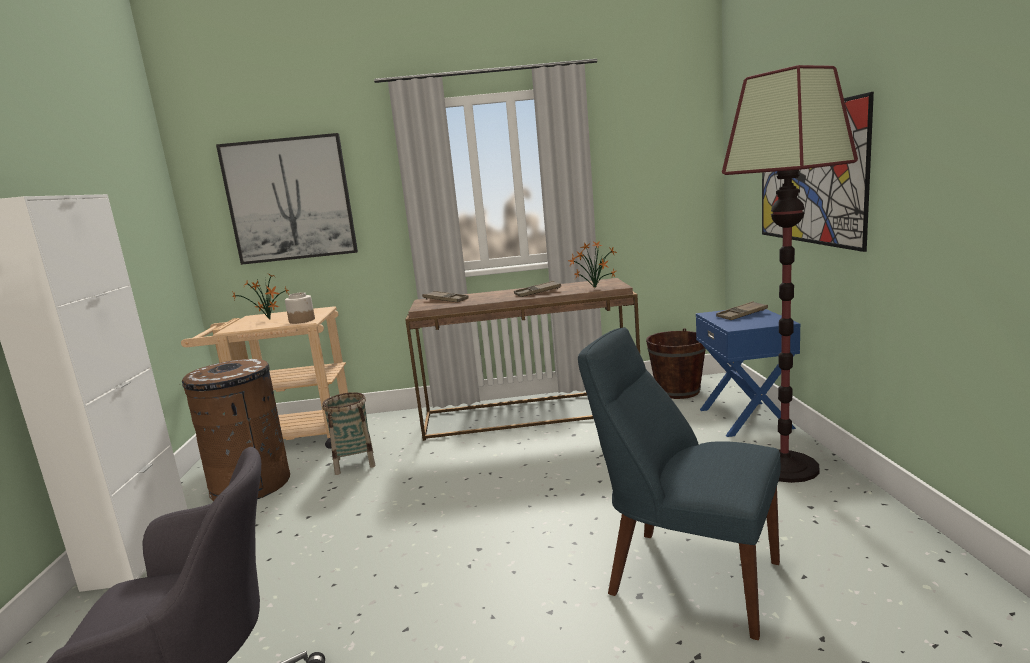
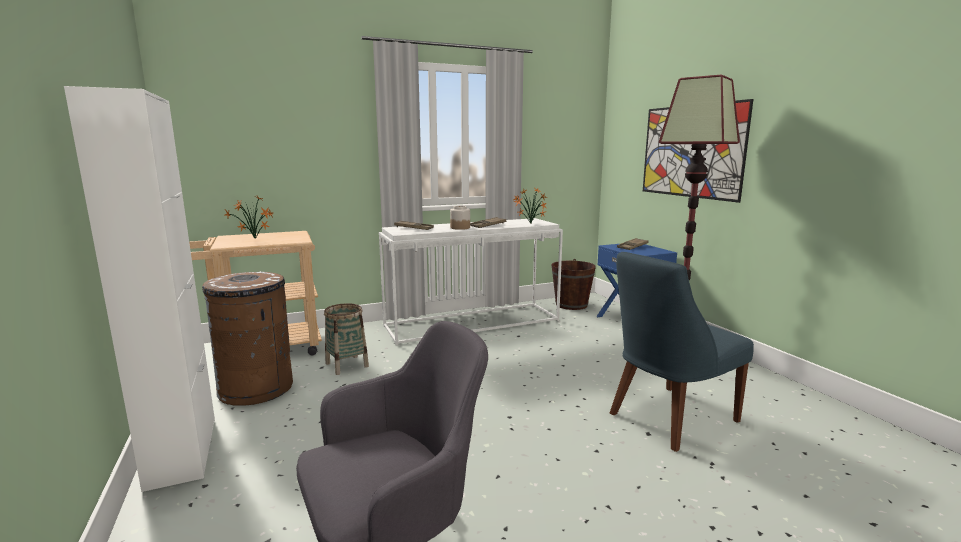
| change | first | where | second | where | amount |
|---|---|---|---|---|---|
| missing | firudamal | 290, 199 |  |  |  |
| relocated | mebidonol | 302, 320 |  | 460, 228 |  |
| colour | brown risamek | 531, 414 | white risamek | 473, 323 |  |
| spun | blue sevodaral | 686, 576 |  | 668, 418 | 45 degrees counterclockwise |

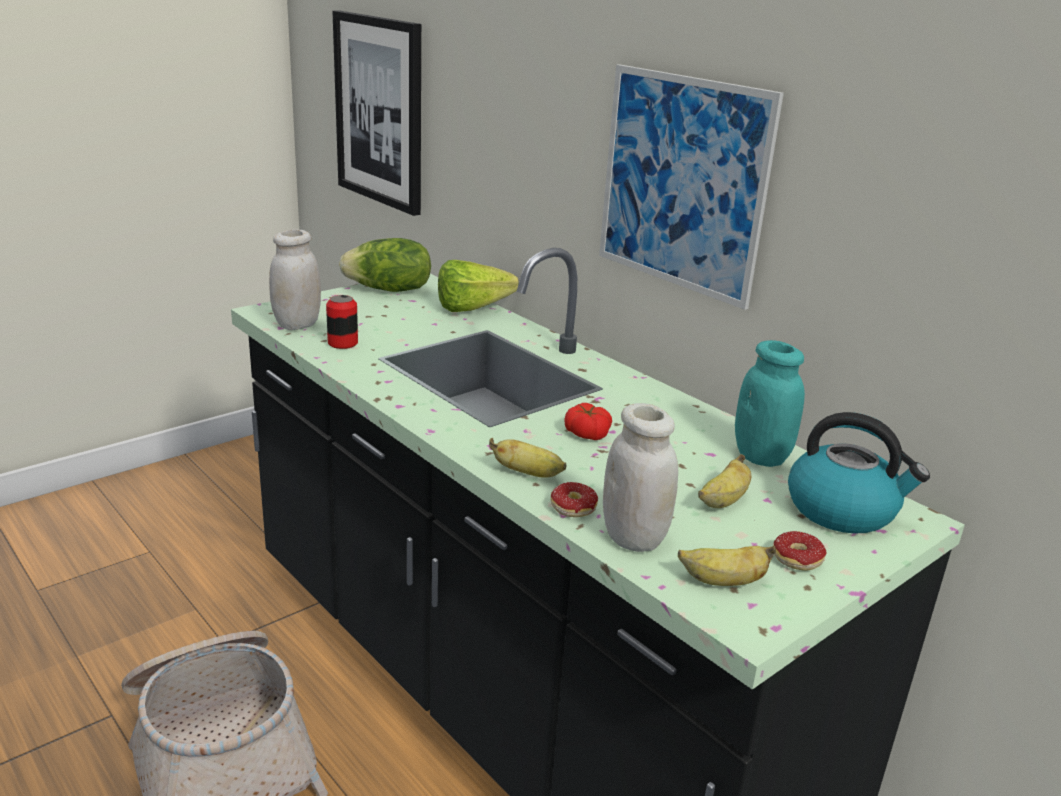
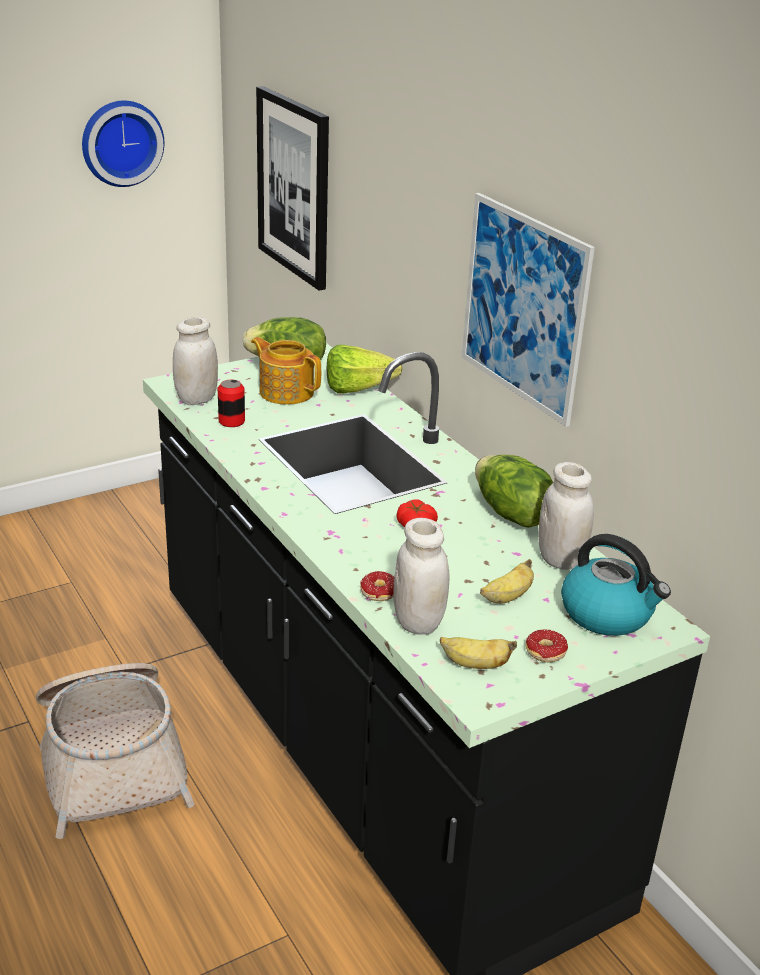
| change | first | where | second | where | amount |
|---|---|---|---|---|---|
| missing | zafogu | 528, 474 |  |  |  |
| appeared |  |  | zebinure | 120, 142 |  |
| appeared |  |  | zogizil | 286, 392 |  |
| appeared |  |  | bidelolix | 511, 514 |  |
| colour | turquoise mebidonol | 761, 456 | white mebidonol | 560, 559 |  |

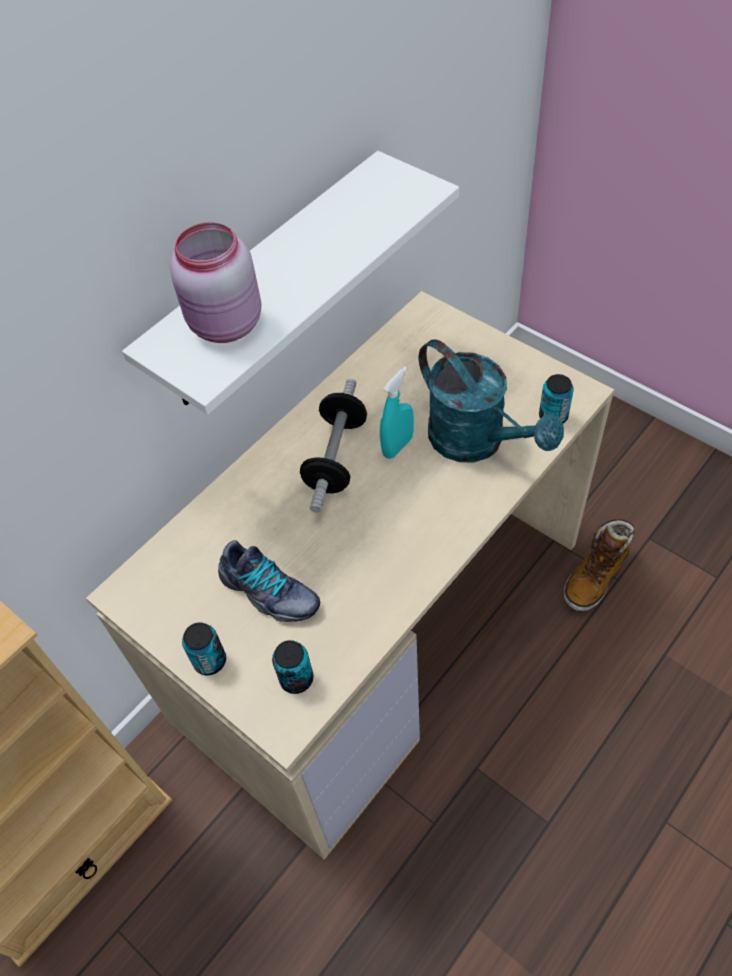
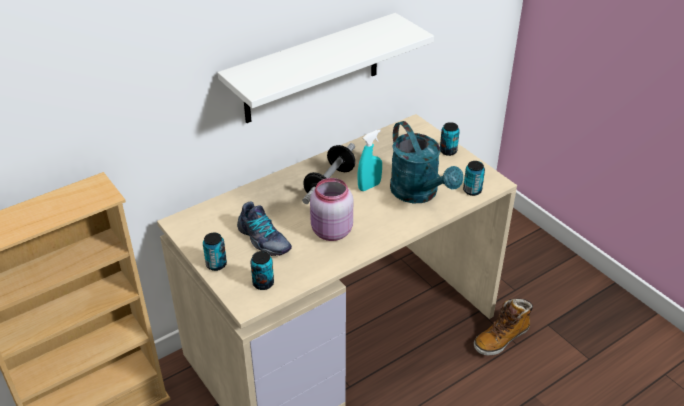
| change | first | where | second | where | amount |
|---|---|---|---|---|---|
| appeared |  |  | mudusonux | 448, 151 |  |
| relocated | pink mebidonol | 225, 326 |  | 331, 232 |  |

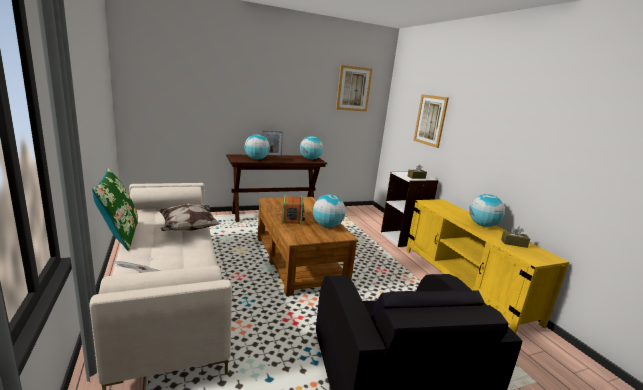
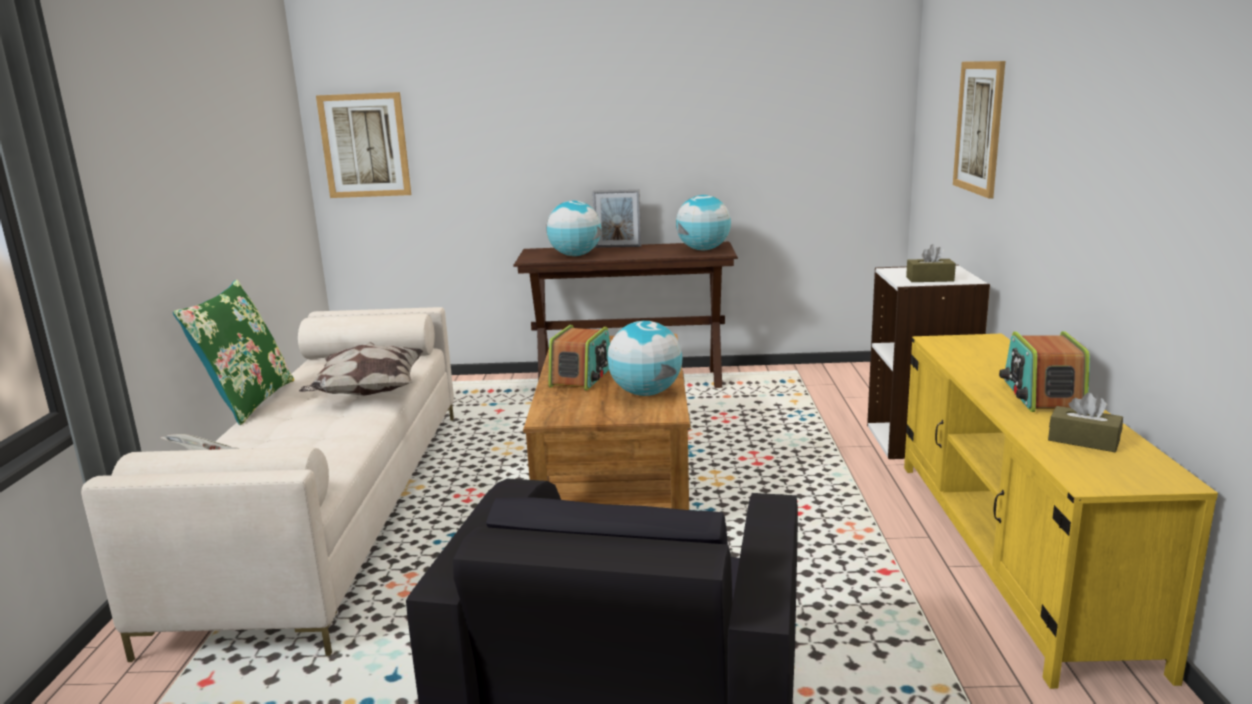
| change | first | where | second | where | amount |
|---|---|---|---|---|---|
| relocated | firudamal | 353, 89 |  | 365, 145 |  |
| exchanged | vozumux | 483, 225 | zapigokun | 1042, 396 |  |

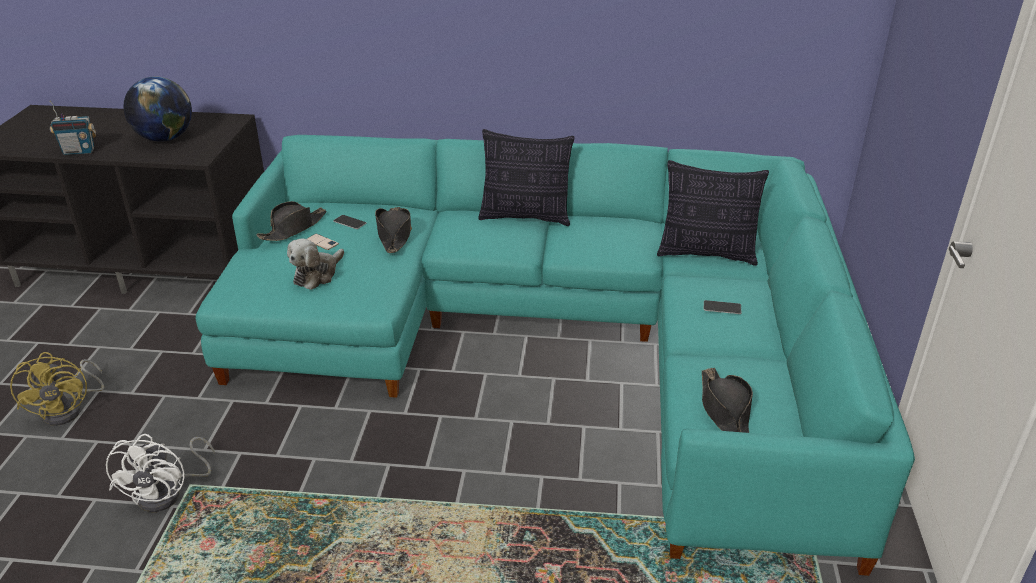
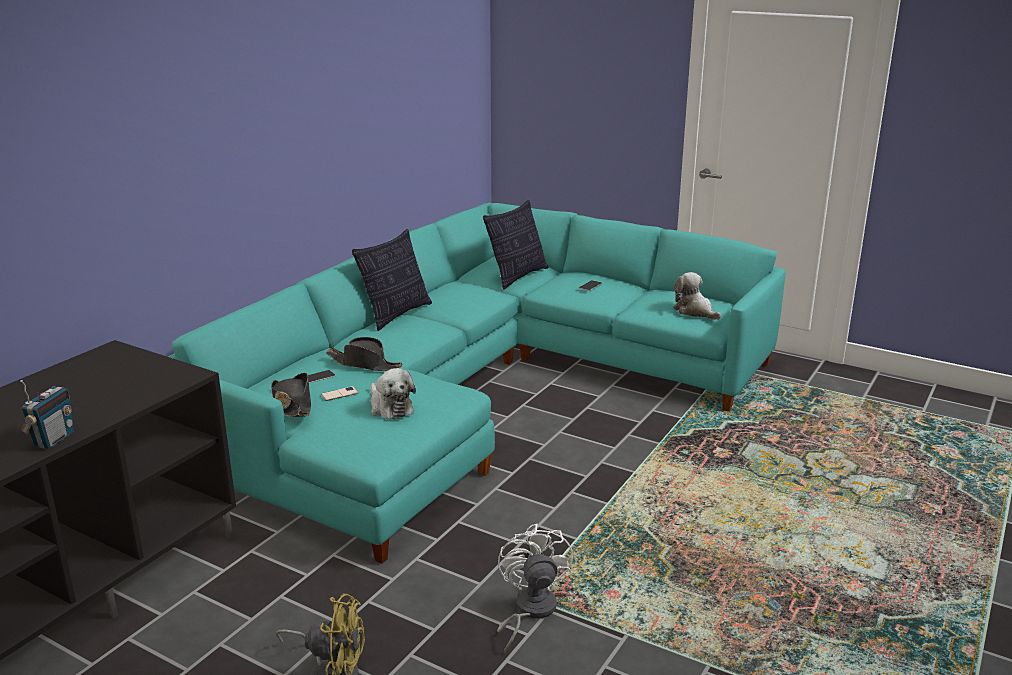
| change | first | where | second | where | amount |
|---|---|---|---|---|---|
| missing | vozumux | 164, 138 |  |  |  |
| exchanged | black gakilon | 725, 412 | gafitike | 694, 311 |  |
| spun | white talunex | 169, 493 |  | 529, 611 | 120 degrees counterclockwise |

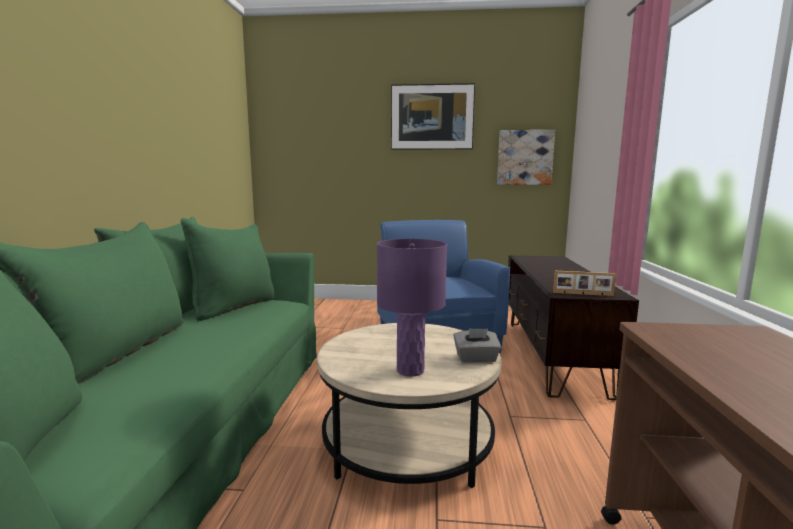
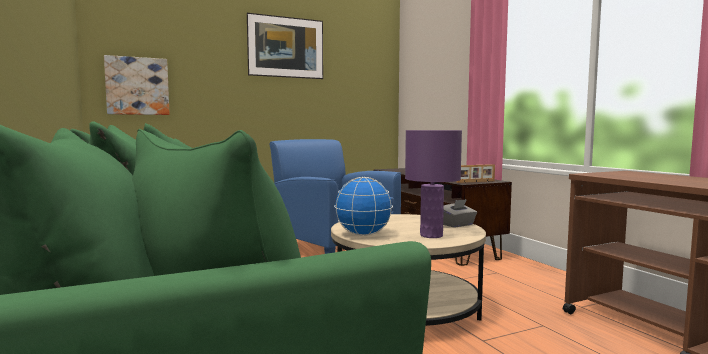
| change | first | where | second | where | amount |
|---|---|---|---|---|---|
| appeared |  |  | vozumux | 363, 234 |  |
| relocated | firudamal | 525, 157 |  | 137, 86 |  |

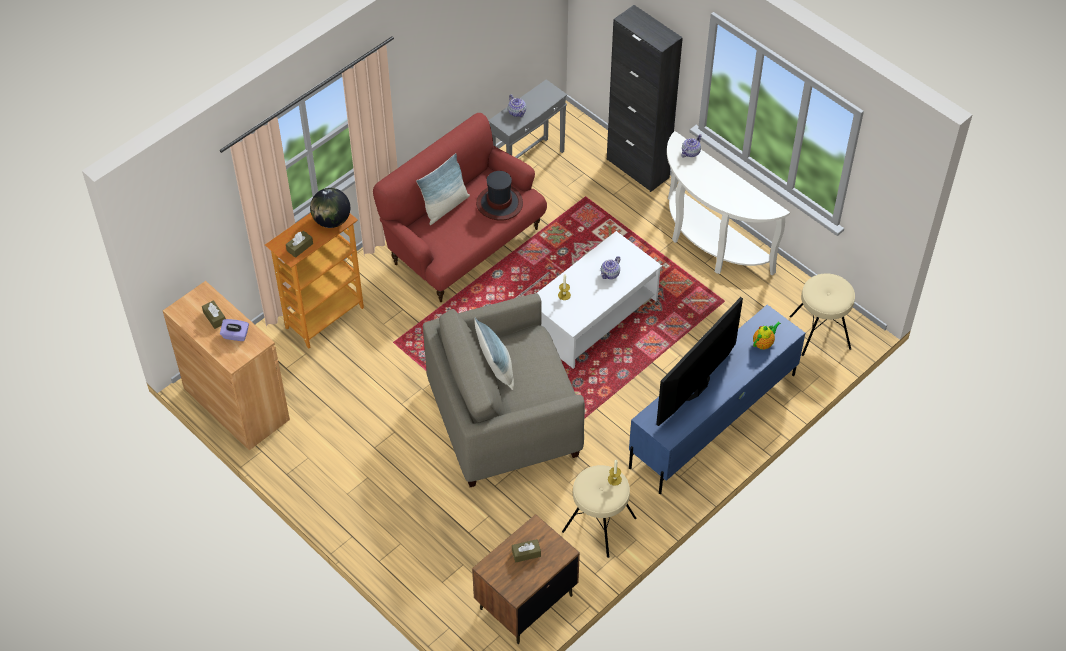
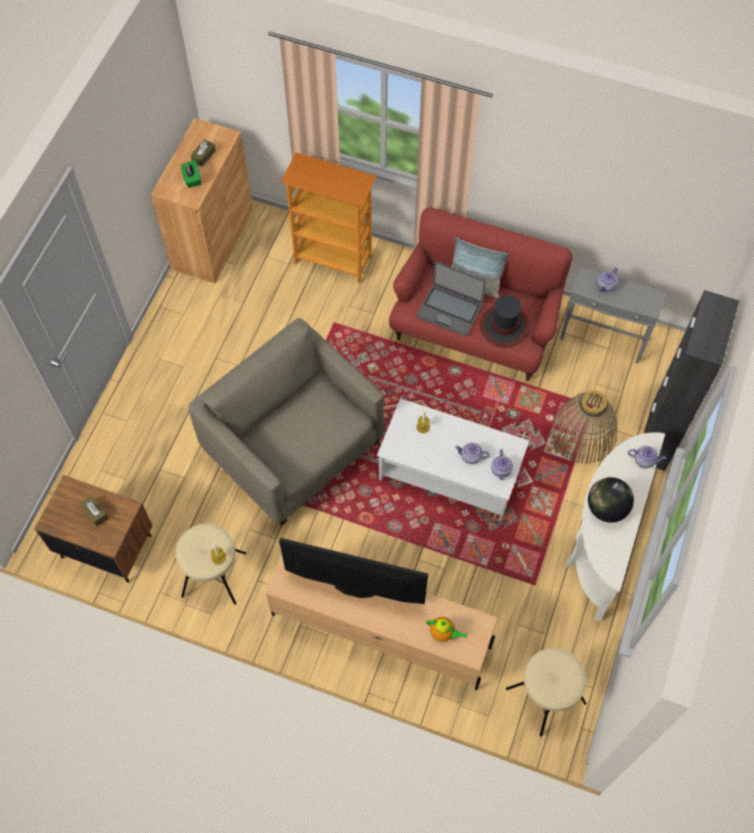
| change | first | where | second | where | amount |
|---|---|---|---|---|---|
| missing | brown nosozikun | 300, 247 |  |  |  |
| missing | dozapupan | 496, 369 |  |  |  |
| appeared |  |  | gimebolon | 450, 310 |  |
| appeared |  |  | zogizil | 501, 469 |  |
| appeared |  |  | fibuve | 583, 434 |  |
| relocated | vozumux | 332, 220 |  | 606, 508 |  |
| colour | purple nosozikun | 235, 335 | green nosozikun | 192, 179 |  |
| colour | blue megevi | 712, 421 | beige megevi | 379, 630 |  |

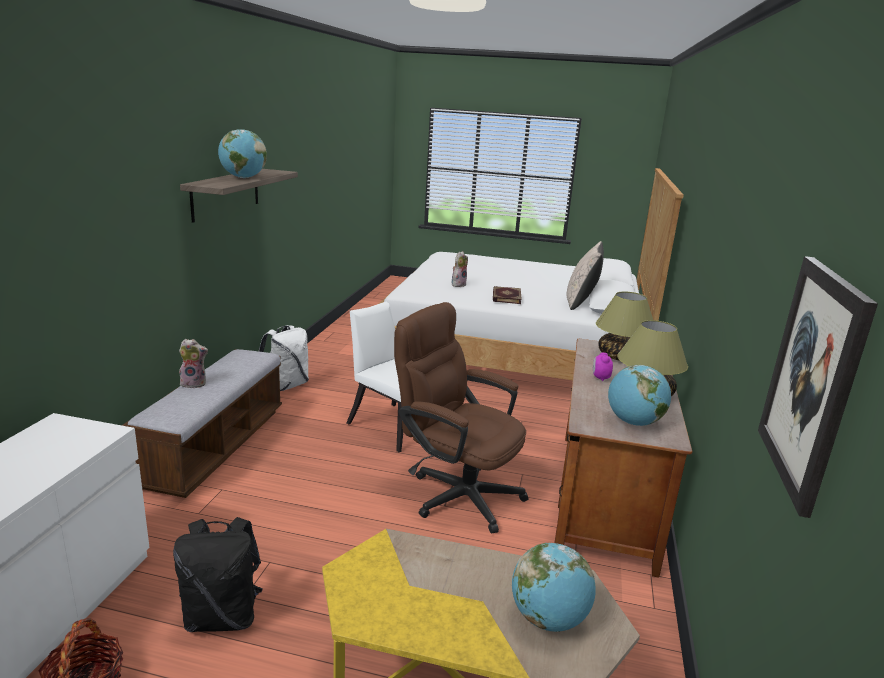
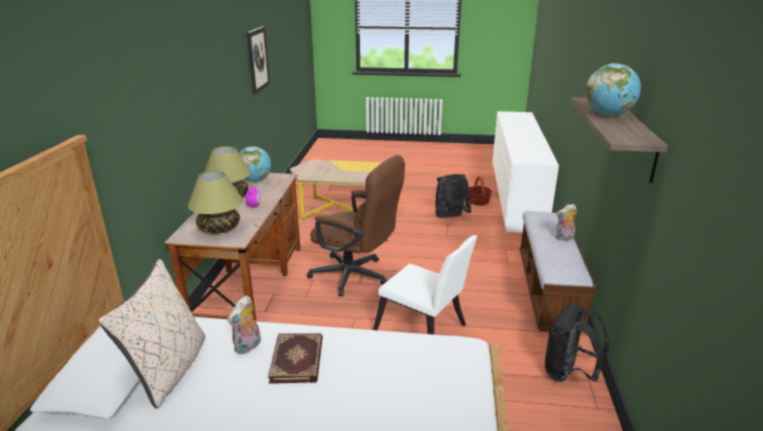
| change | first | where | second | where | amount |
|---|---|---|---|---|---|
| missing | vozumux | 548, 619 |  |  |  |
| relocated | gafitike | 458, 284 |  | 248, 347 |  |
| colour | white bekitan | 286, 385 | black bekitan | 568, 374 |  |

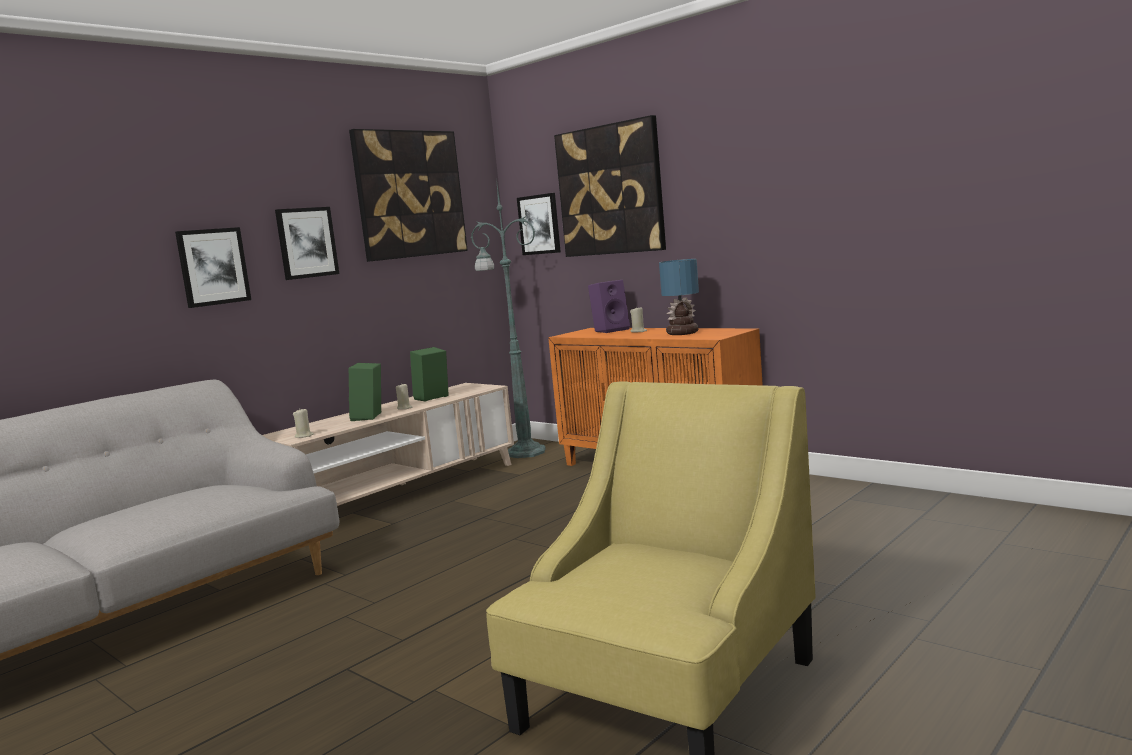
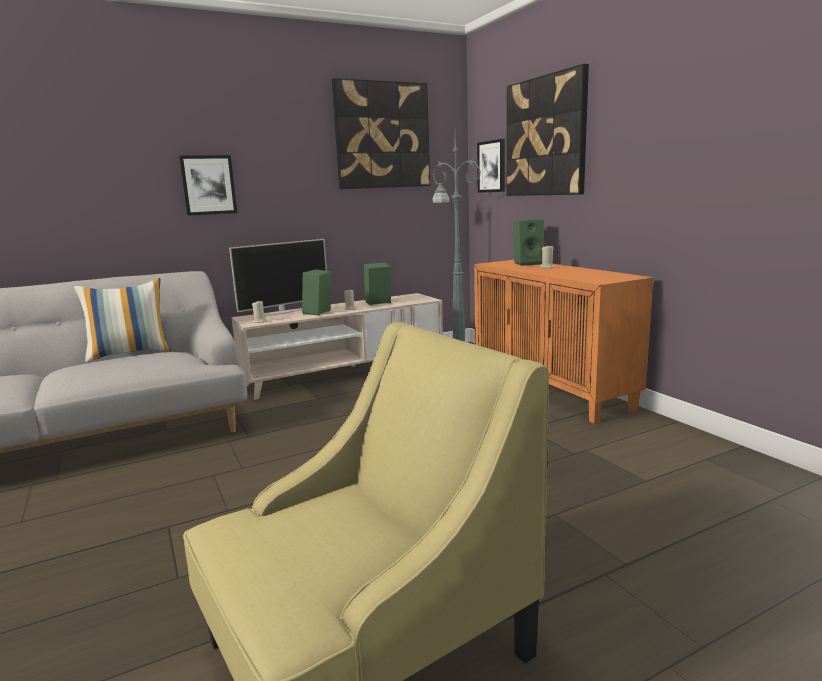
| change | first | where | second | where | amount |
|---|---|---|---|---|---|
| missing | firudamal | 306, 242 |  |  |  |
| missing | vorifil | 683, 333 |  |  |  |
| appeared |  |  | dozapupan | 130, 353 |  |
| appeared |  |  | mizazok | 284, 312 |  |
| colour | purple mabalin | 611, 330 | green mabalin | 528, 263 |  |

